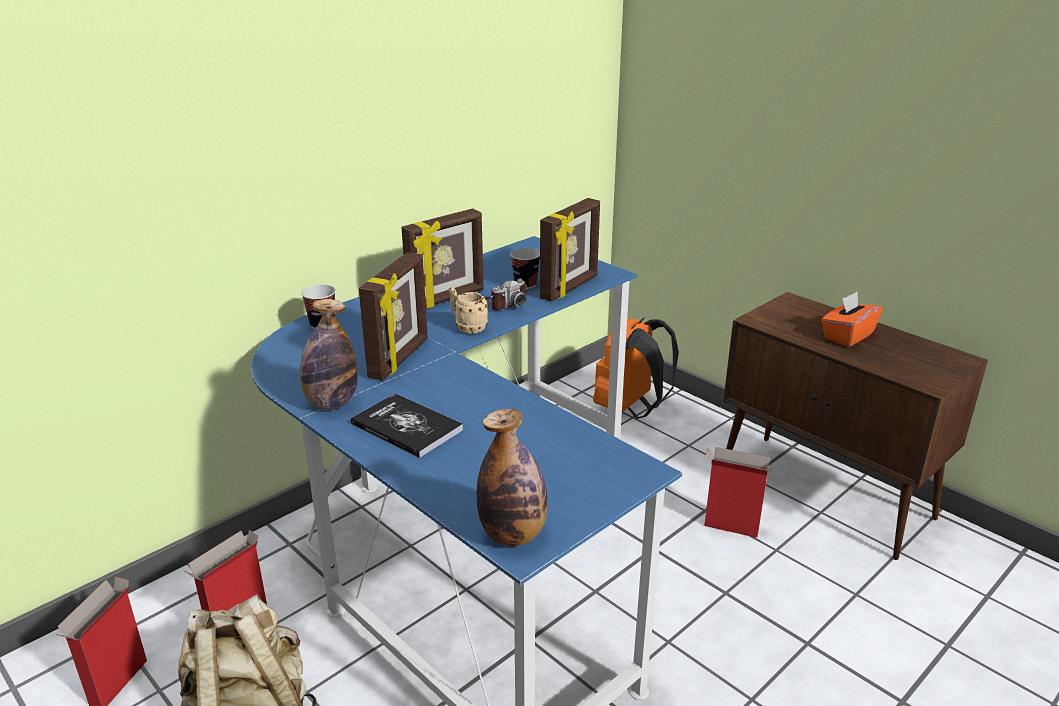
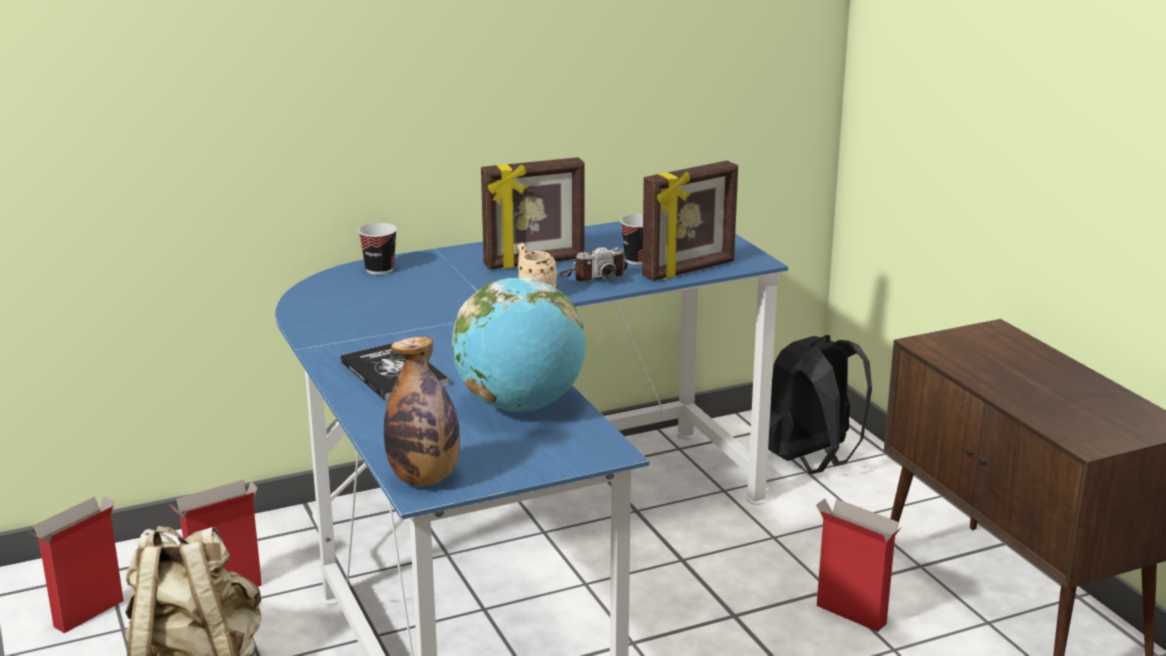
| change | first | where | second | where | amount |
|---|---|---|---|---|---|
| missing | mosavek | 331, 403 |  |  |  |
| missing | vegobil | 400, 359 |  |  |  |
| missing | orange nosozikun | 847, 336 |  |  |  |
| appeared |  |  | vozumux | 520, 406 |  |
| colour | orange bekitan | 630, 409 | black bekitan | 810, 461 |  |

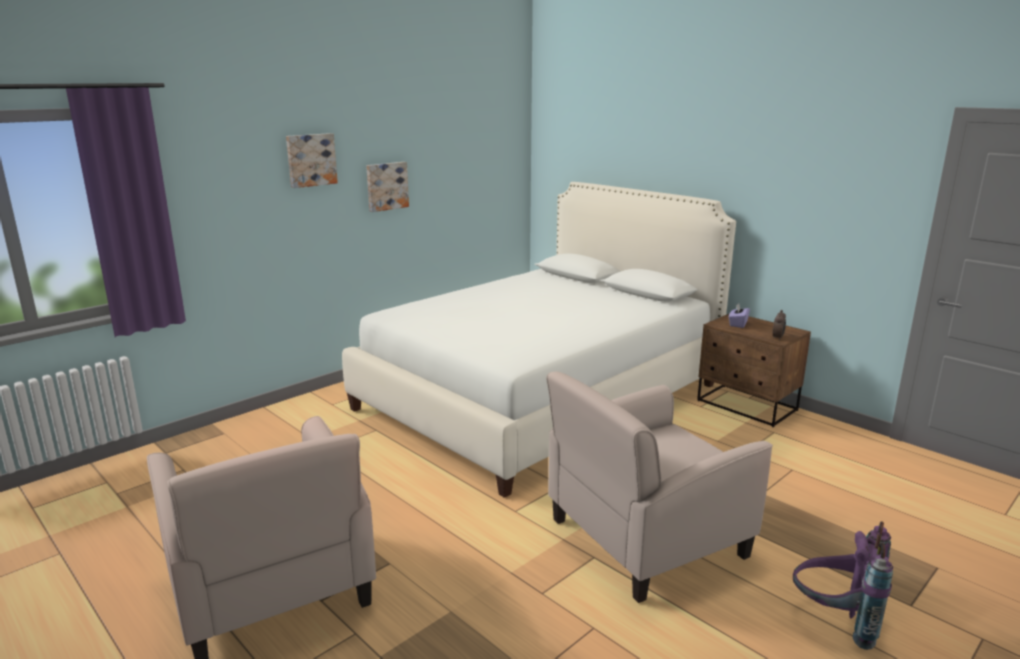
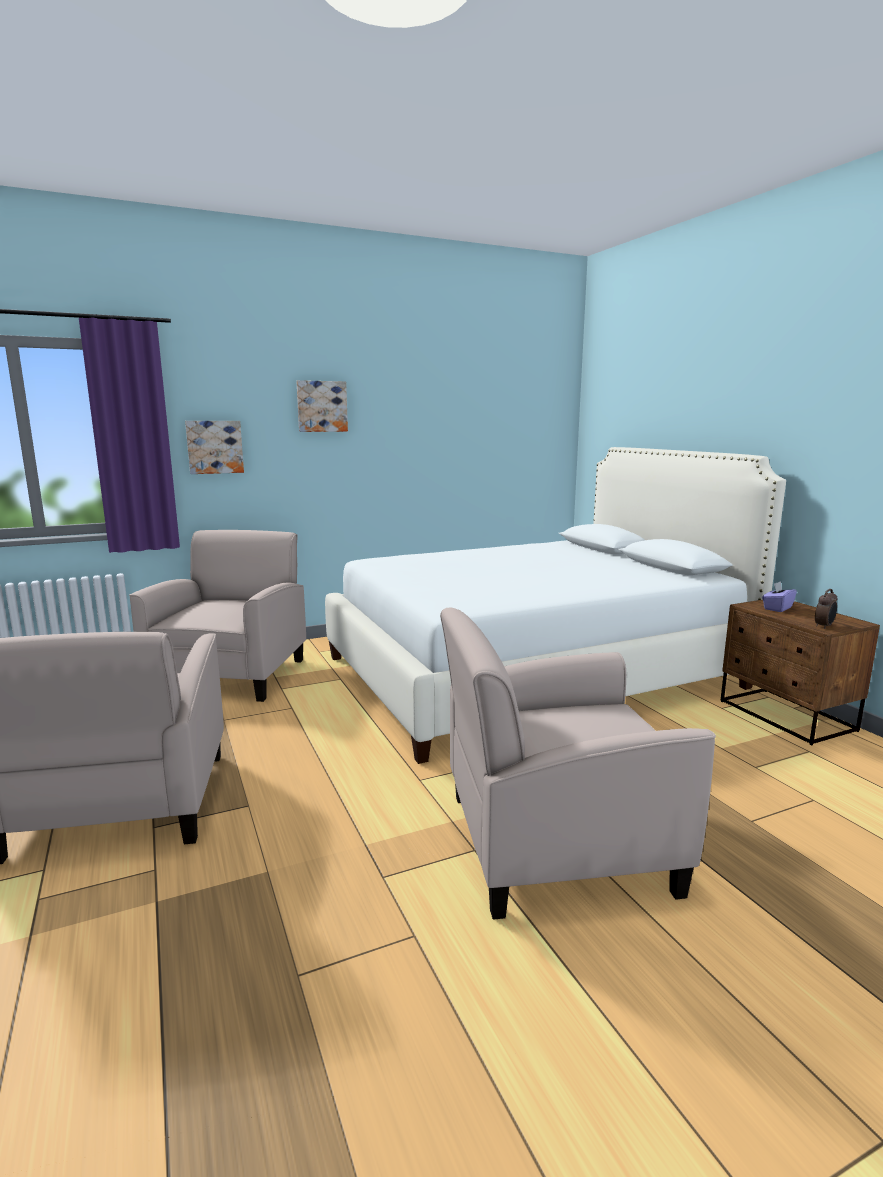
| change | first | where | second | where | amount |
|---|---|---|---|---|---|
| missing | purple bekitan | 834, 621 |  |  |  |
| appeared |  |  | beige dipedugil | 231, 675 |  |
| relocated | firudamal | 386, 186 |  | 214, 447 |  |

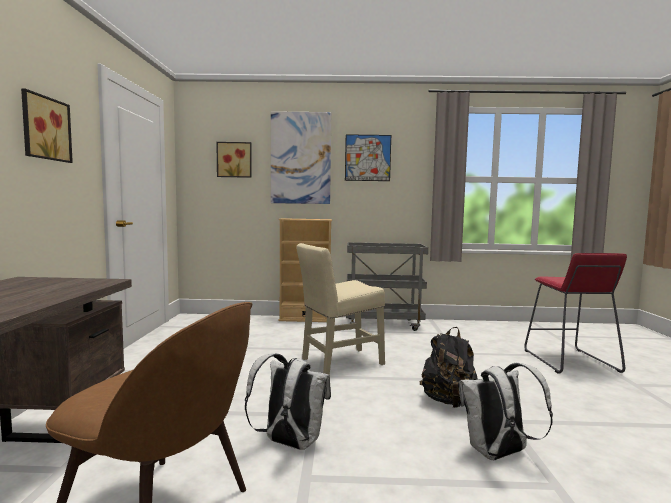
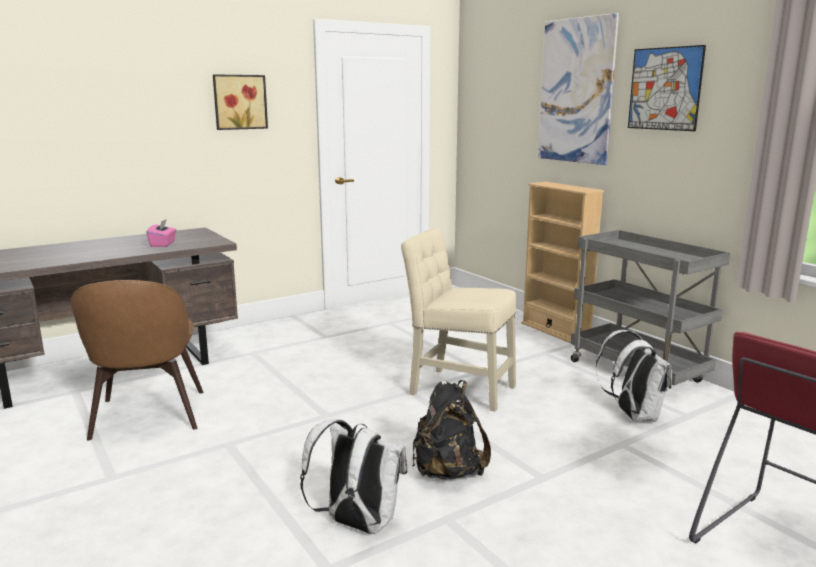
| change | first | where | second | where | amount |
|---|---|---|---|---|---|
| missing | firudamal | 234, 160 |  |  |  |
| appeared |  |  | pink nosozikun | 163, 244 |  |
| relocated | white bekitan | 289, 443 |  | 633, 415 |  |

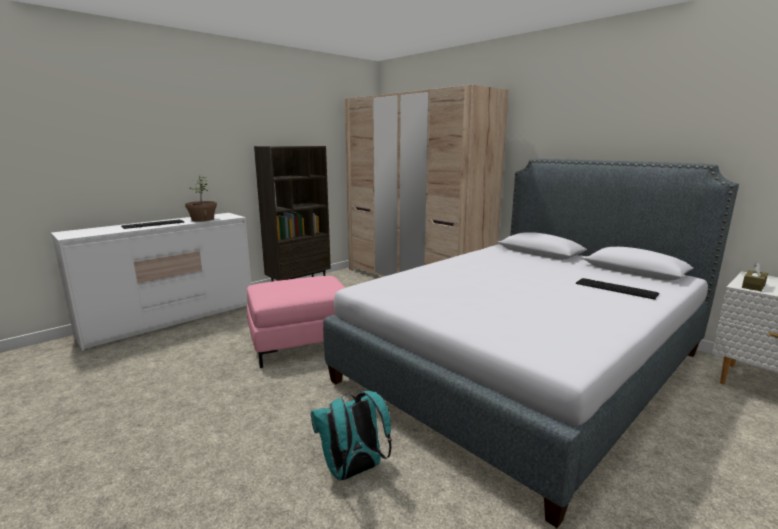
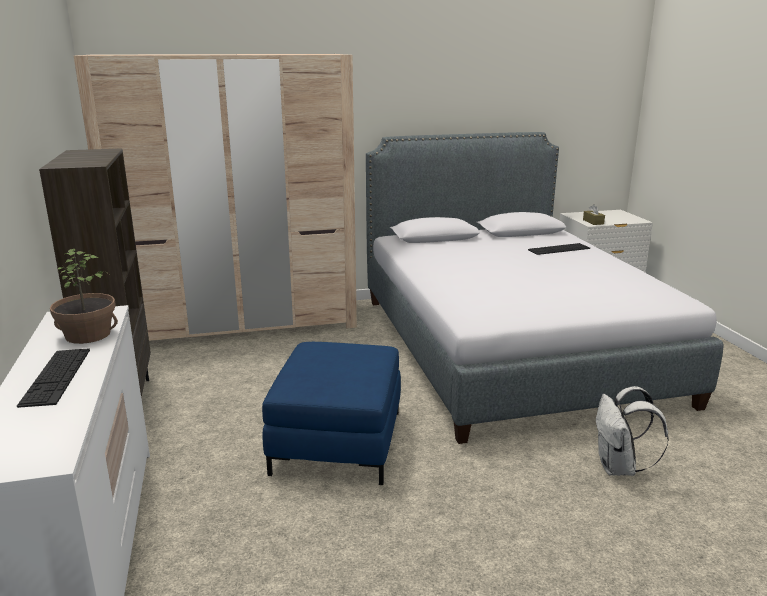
| change | first | where | second | where | amount |
|---|---|---|---|---|---|
| colour | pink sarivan | 301, 342 | blue sarivan | 338, 441 |  |
| colour | turquoise bekitan | 353, 471 | white bekitan | 619, 468 |  |

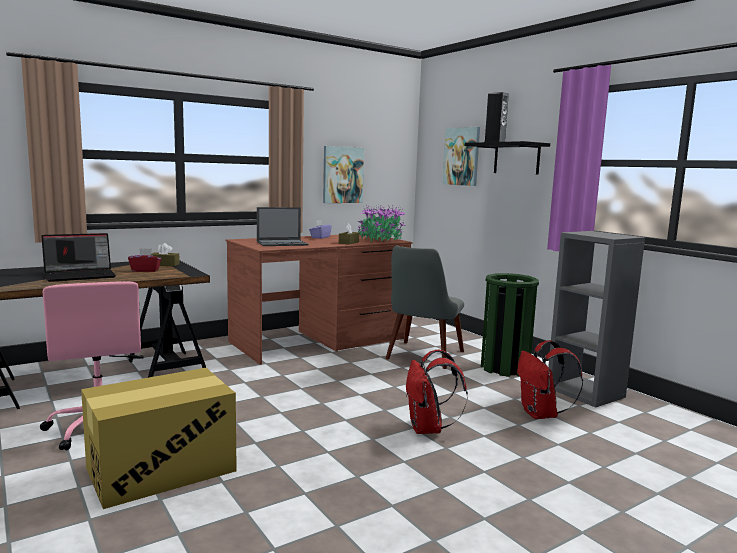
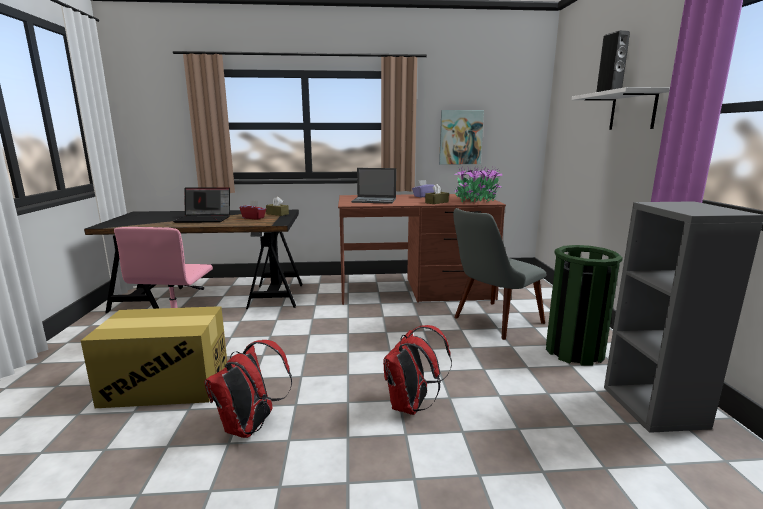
| change | first | where | second | where | amount |
|---|---|---|---|---|---|
| missing | firudamal | 462, 156 |  |  |  |
| relocated | red bekitan | 541, 414 |  | 251, 427 |  |
| colour | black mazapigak | 516, 158 | white mazapigak | 632, 111 |  |

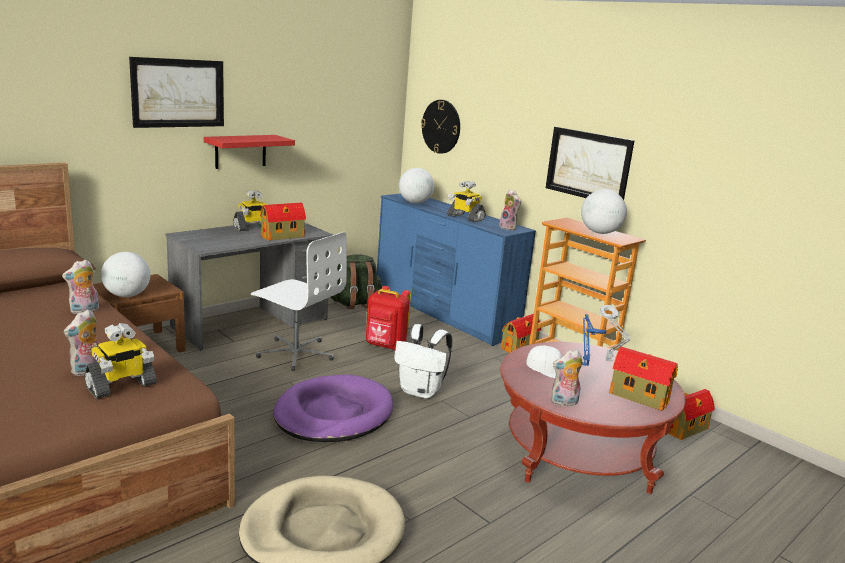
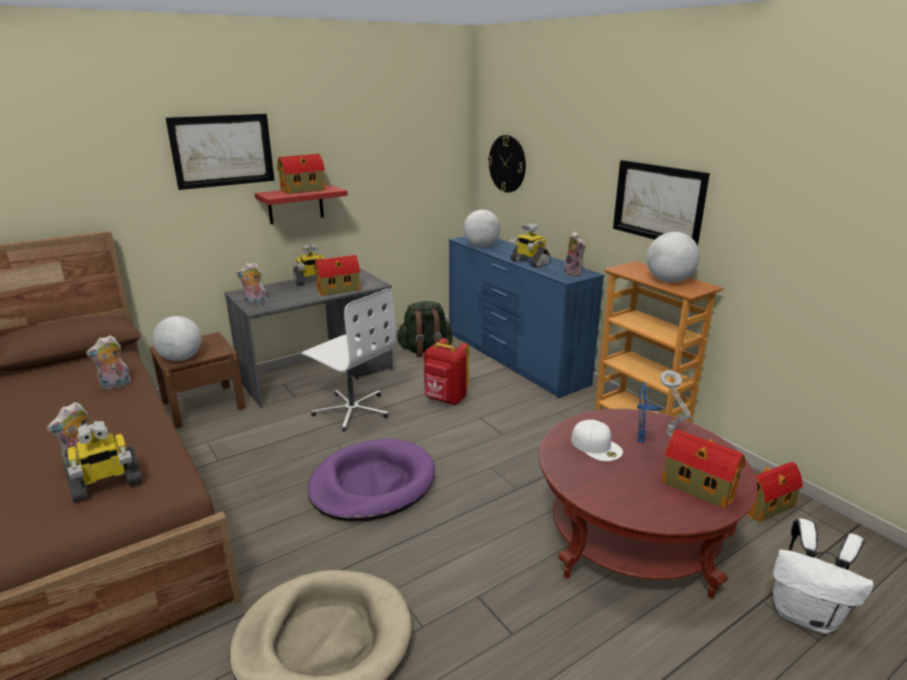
| change | first | where | second | where | amount |
|---|---|---|---|---|---|
| relocated | white bekitan | 421, 391 |  | 805, 615 |  |
| relocated | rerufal | 520, 347 |  | 304, 190 |  |
| relocated | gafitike | 564, 402 |  | 255, 304 |  |

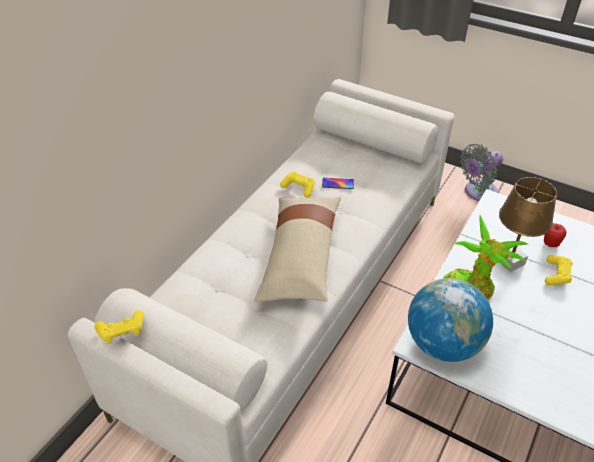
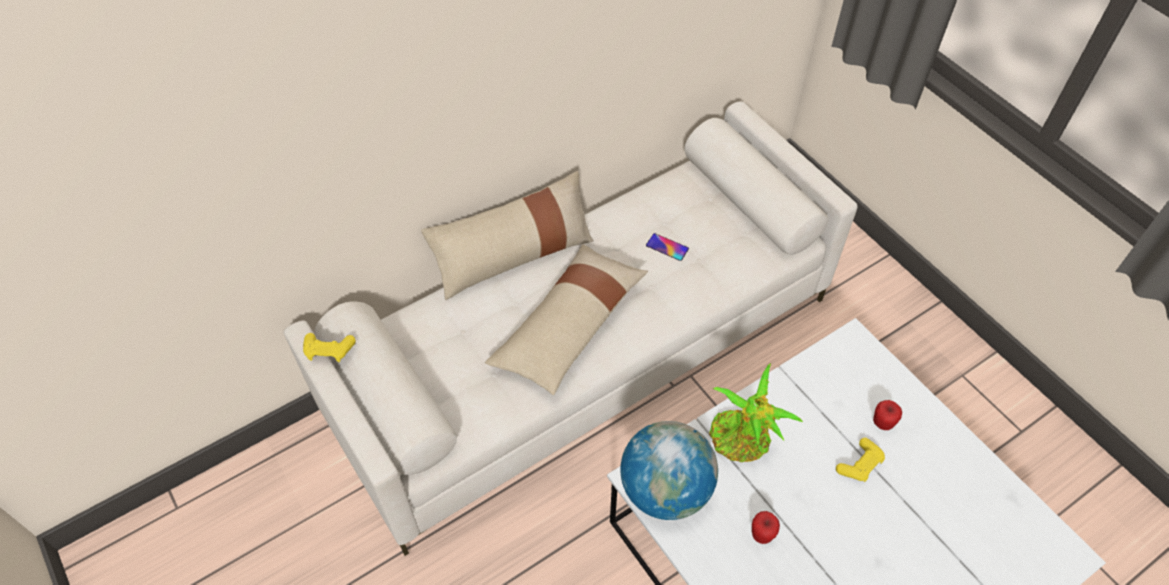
| change | first | where | second | where | amount |
|---|---|---|---|---|---|
| missing | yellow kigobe | 299, 188 |  |  |  |
| missing | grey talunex | 478, 192 |  |  |  |
| missing | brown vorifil | 509, 262 |  |  |  |
| appeared |  |  | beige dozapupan | 513, 256 |  |
| appeared |  |  | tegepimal | 762, 535 |  |

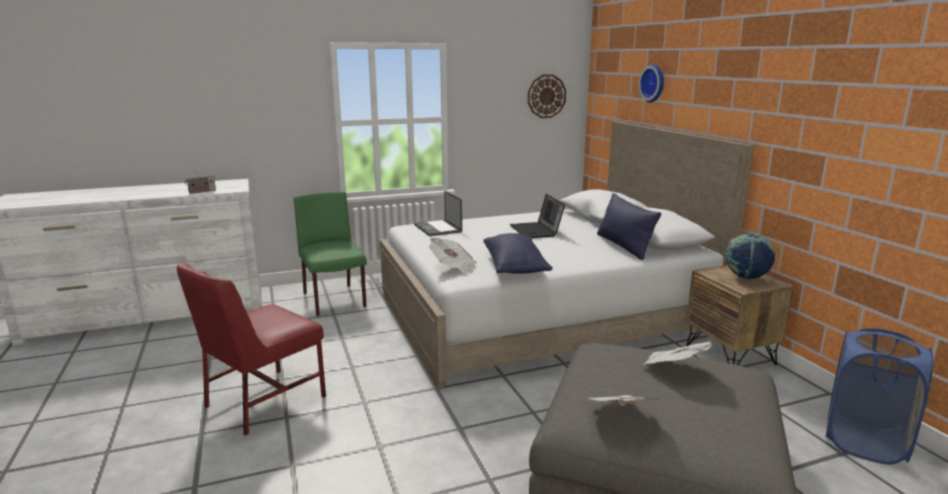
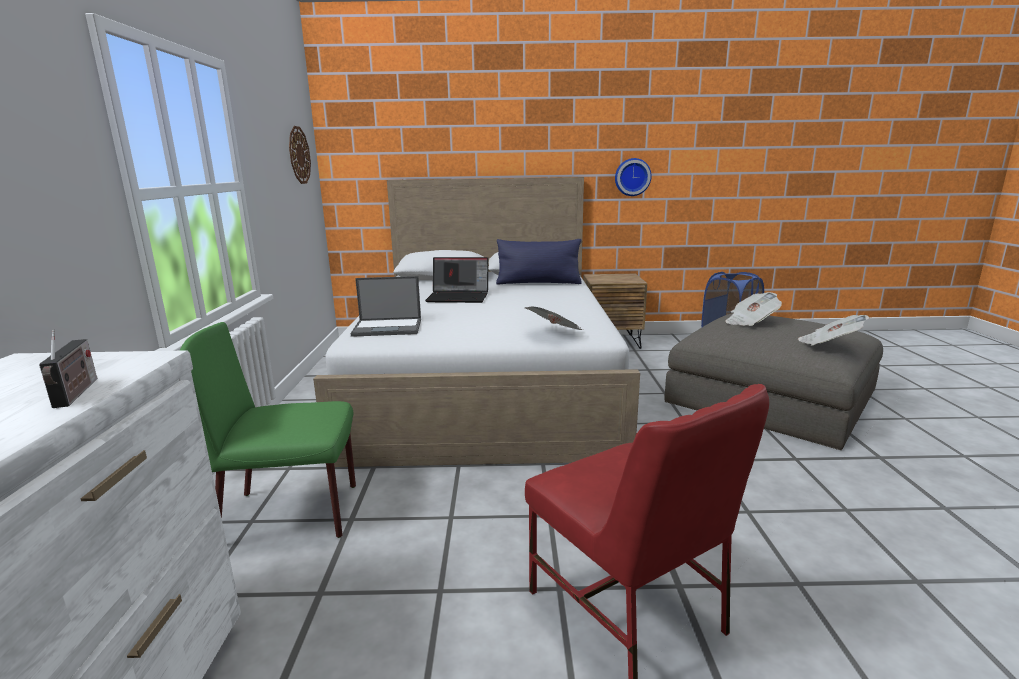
| change | first | where | second | where | amount |
|---|---|---|---|---|---|
| missing | blue dozapupan | 515, 267 |  |  |  |
| missing | vozumux | 746, 278 |  |  |  |
| relocated | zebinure | 654, 83 |  | 632, 177 |  |

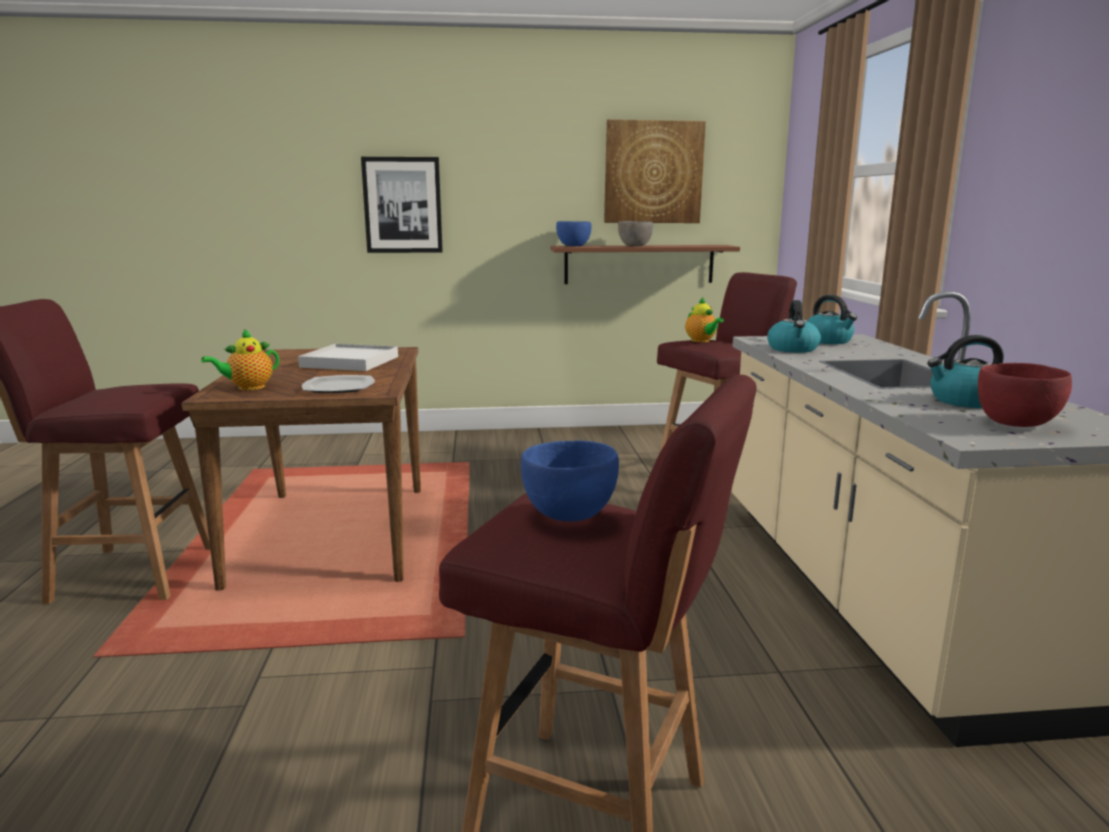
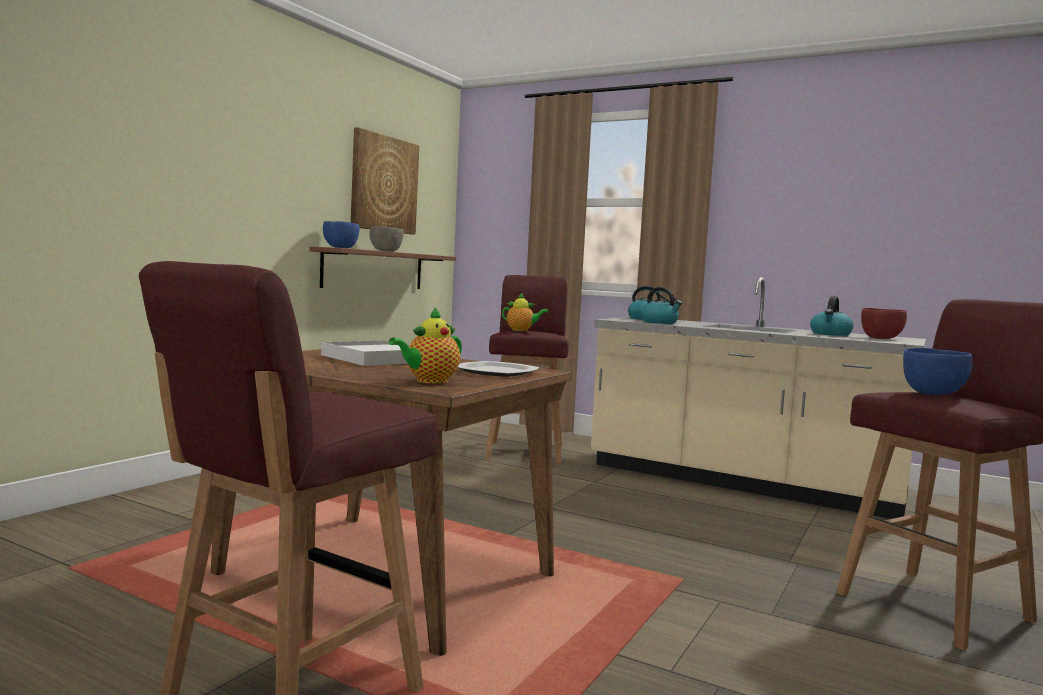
| change | first | where | second | where | amount |
|---|---|---|---|---|---|
| missing | firudamal | 402, 205 |  |  |  |
| spun | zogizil | 248, 387 |  | 429, 381 | 45 degrees clockwise |

